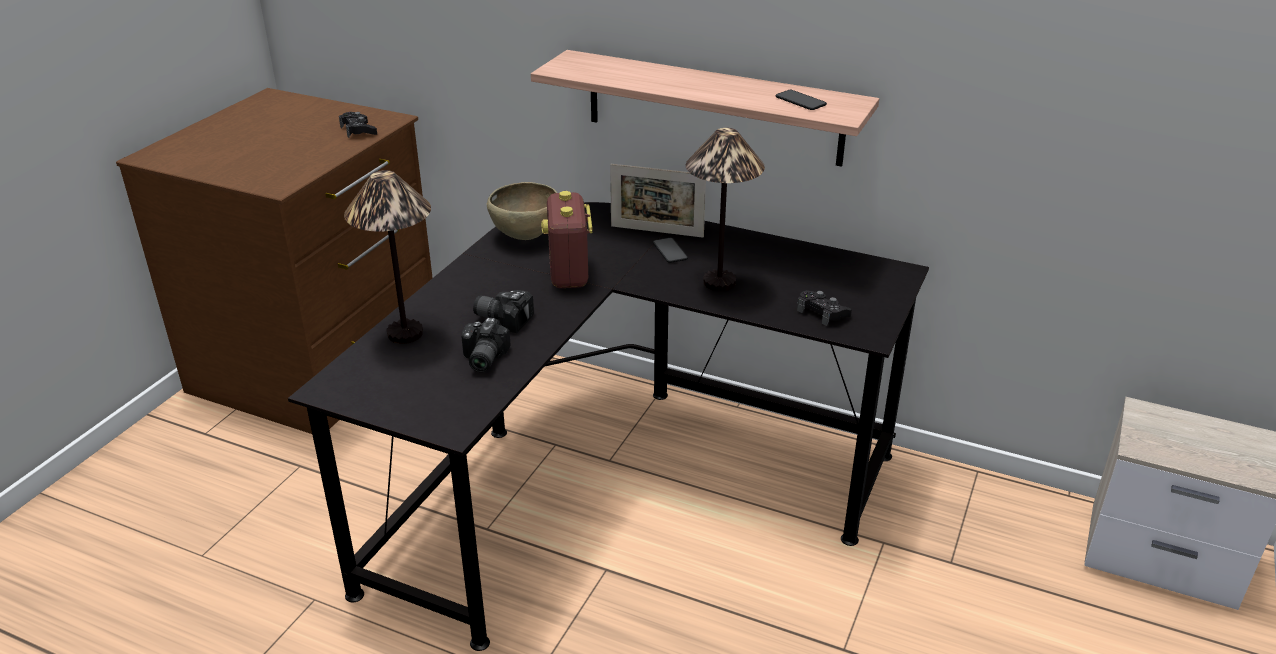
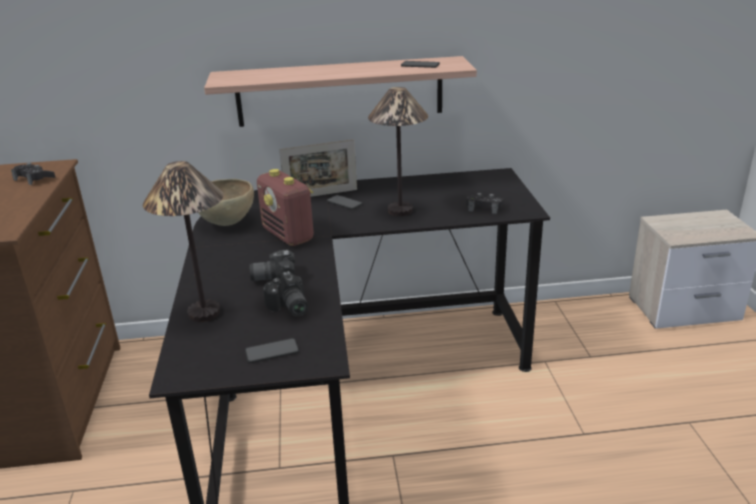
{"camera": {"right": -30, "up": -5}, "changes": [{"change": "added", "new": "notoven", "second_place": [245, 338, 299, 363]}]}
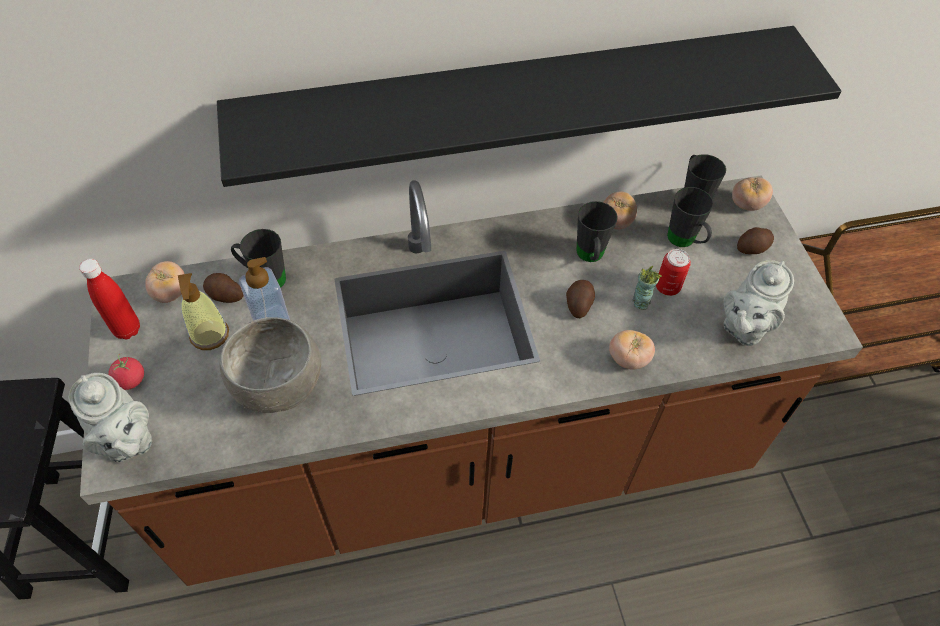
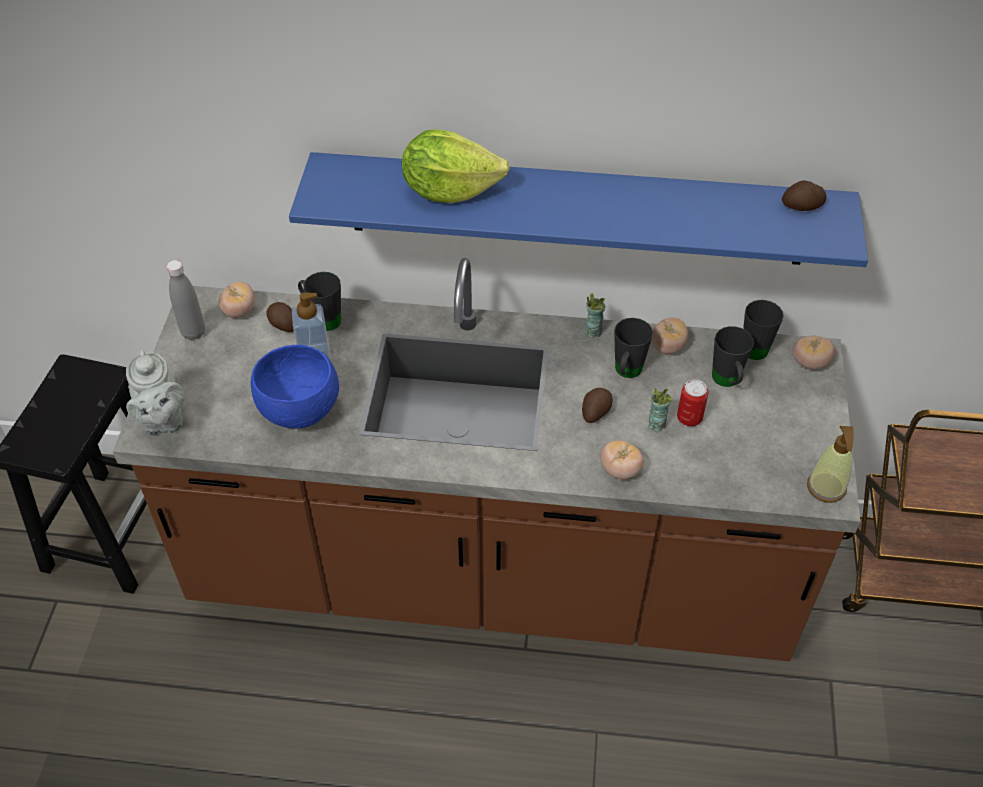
{"camera": {"right": 20, "up": -5}, "changes": [{"change": "recoloured", "old": "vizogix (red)", "new": "vizogix (grey)", "first_place": [79, 259, 140, 339], "second_place": [166, 260, 205, 340]}, {"change": "recoloured", "old": "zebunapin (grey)", "new": "zebunapin (blue)", "first_place": [220, 317, 321, 413], "second_place": [251, 345, 339, 429]}, {"change": "recoloured", "old": "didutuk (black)", "new": "didutuk (blue)", "first_place": [217, 26, 842, 187], "second_place": [289, 152, 868, 267]}, {"change": "added", "new": "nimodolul", "second_place": [402, 129, 510, 203]}, {"change": "added", "new": "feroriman", "second_place": [585, 293, 605, 338]}, {"change": "moved", "old": "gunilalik", "first_place": [737, 227, 774, 254], "second_place": [782, 180, 827, 211]}, {"change": "moved", "old": "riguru", "first_place": [178, 273, 229, 350], "second_place": [807, 426, 854, 503]}, {"change": "removed", "old": "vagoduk", "first_place": [108, 354, 144, 390]}, {"change": "removed", "old": "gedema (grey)", "first_place": [724, 260, 794, 346]}]}
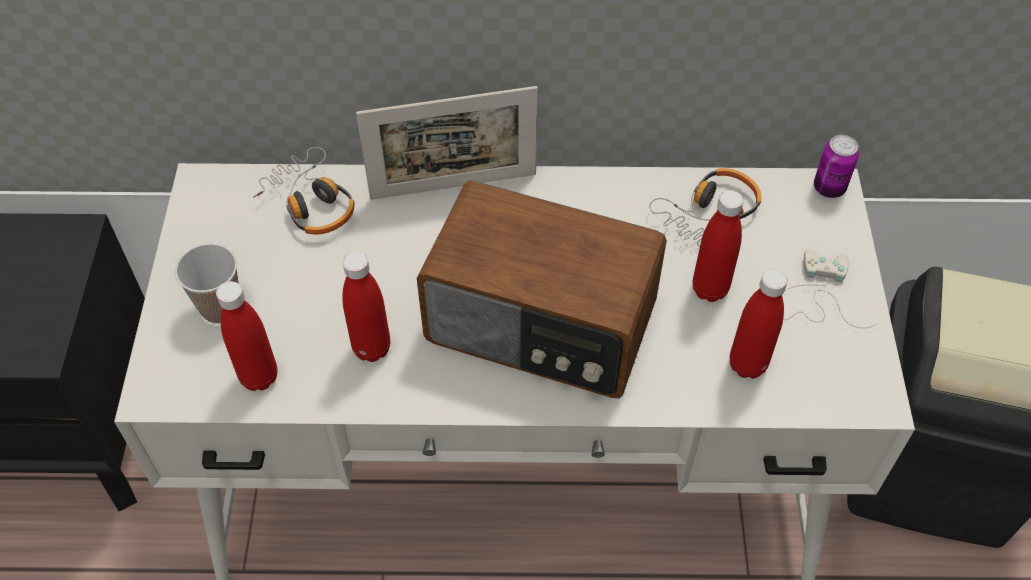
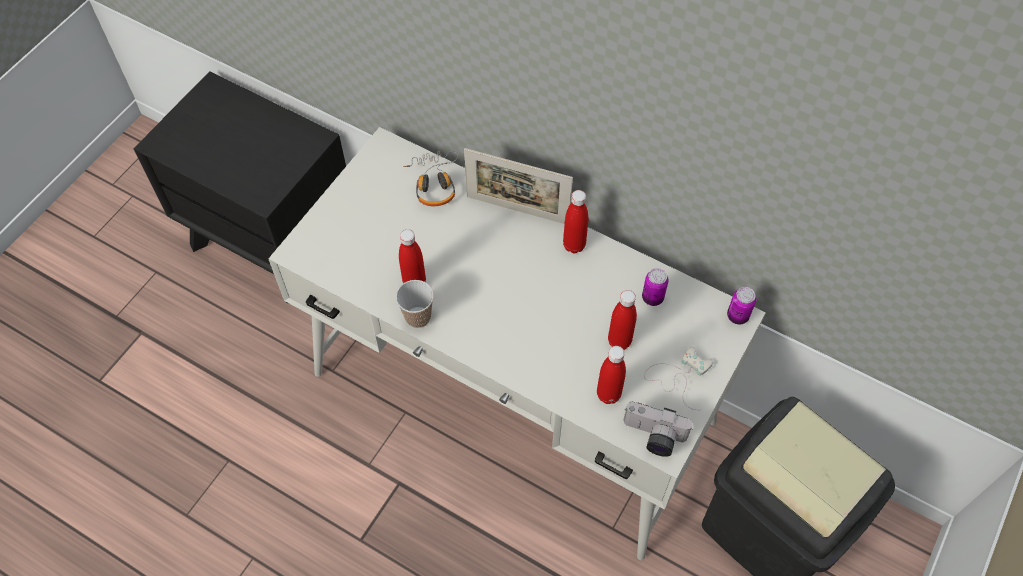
{"camera": {"right": 30, "up": 5}, "changes": [{"change": "moved", "old": "feroriman", "first_place": [175, 243, 239, 323], "second_place": [396, 280, 434, 328]}, {"change": "moved", "old": "vizogix (red)", "first_place": [216, 281, 277, 391], "second_place": [563, 190, 588, 253]}, {"change": "added", "new": "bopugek", "second_place": [624, 402, 693, 457]}, {"change": "replaced", "old": "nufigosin", "new": "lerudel", "first_place": [649, 168, 761, 247], "second_place": [642, 268, 669, 306]}, {"change": "removed", "old": "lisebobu", "first_place": [417, 181, 667, 398]}]}
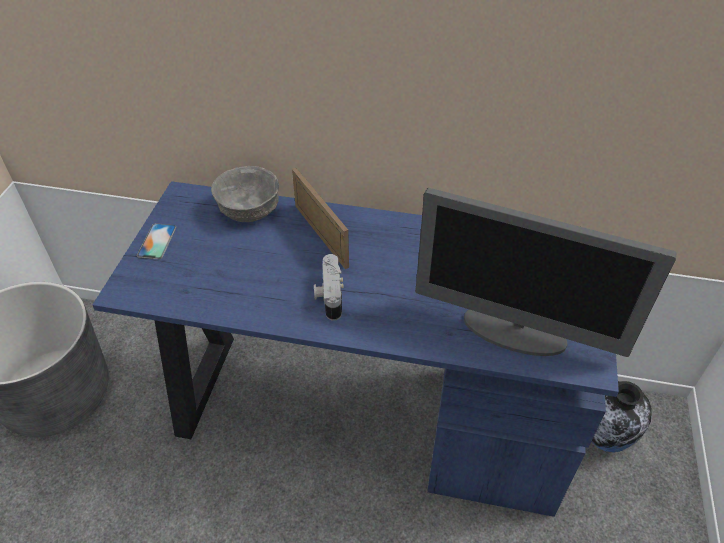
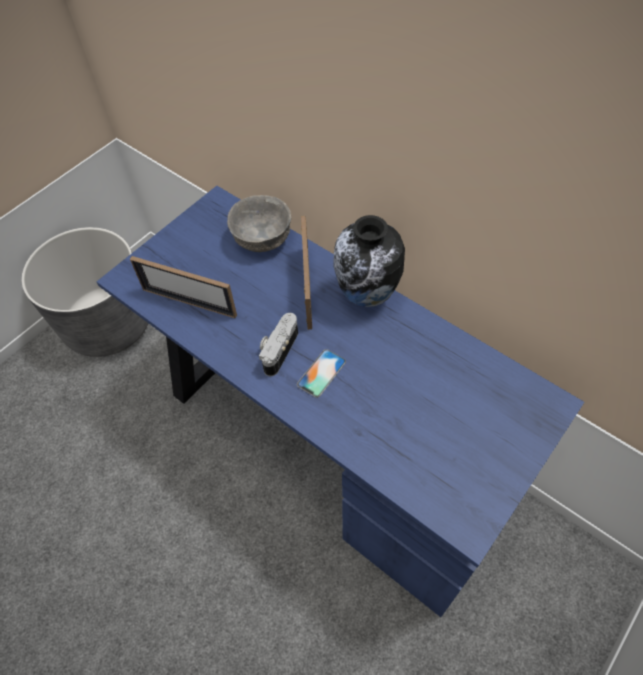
{"camera": {"right": 30, "up": 10}, "changes": [{"change": "added", "new": "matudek", "second_place": [130, 256, 237, 318]}, {"change": "moved", "old": "notoven", "first_place": [137, 223, 177, 259], "second_place": [297, 349, 346, 398]}, {"change": "moved", "old": "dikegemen", "first_place": [591, 381, 652, 453], "second_place": [333, 215, 405, 307]}, {"change": "removed", "old": "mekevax", "first_place": [415, 188, 677, 357]}]}
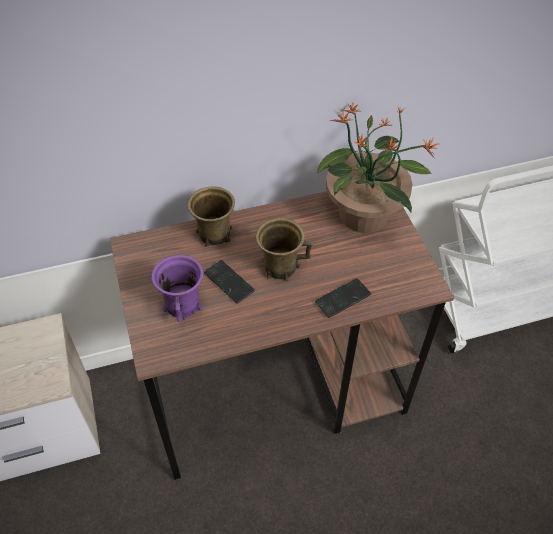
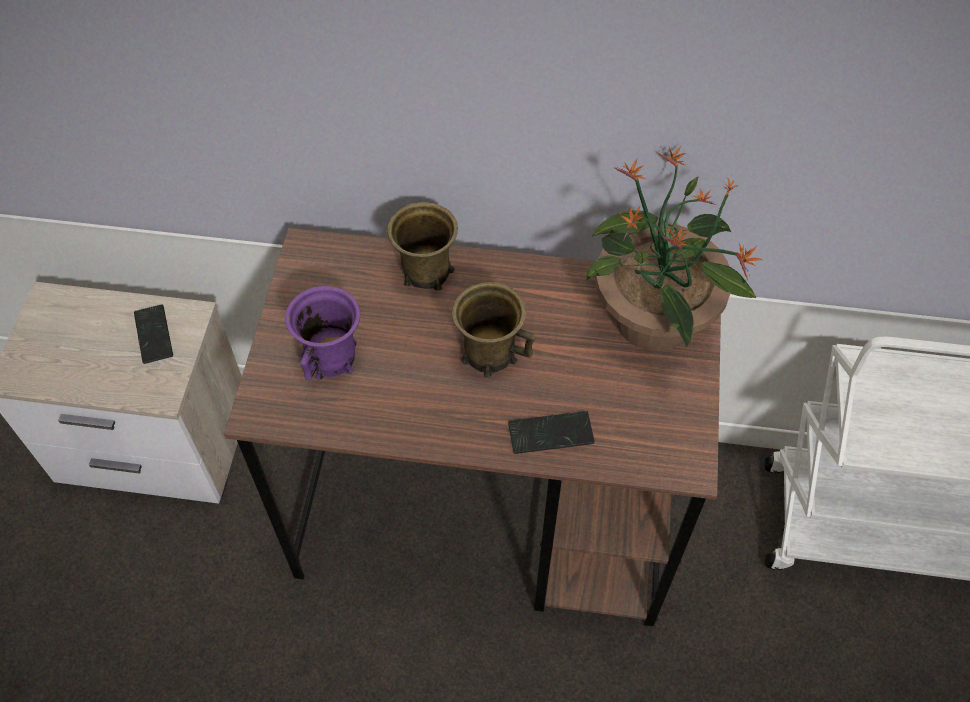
{"camera": {"right": 25, "up": 5}, "changes": [{"change": "moved", "old": "notoven", "first_place": [204, 260, 255, 304], "second_place": [134, 304, 173, 364]}]}
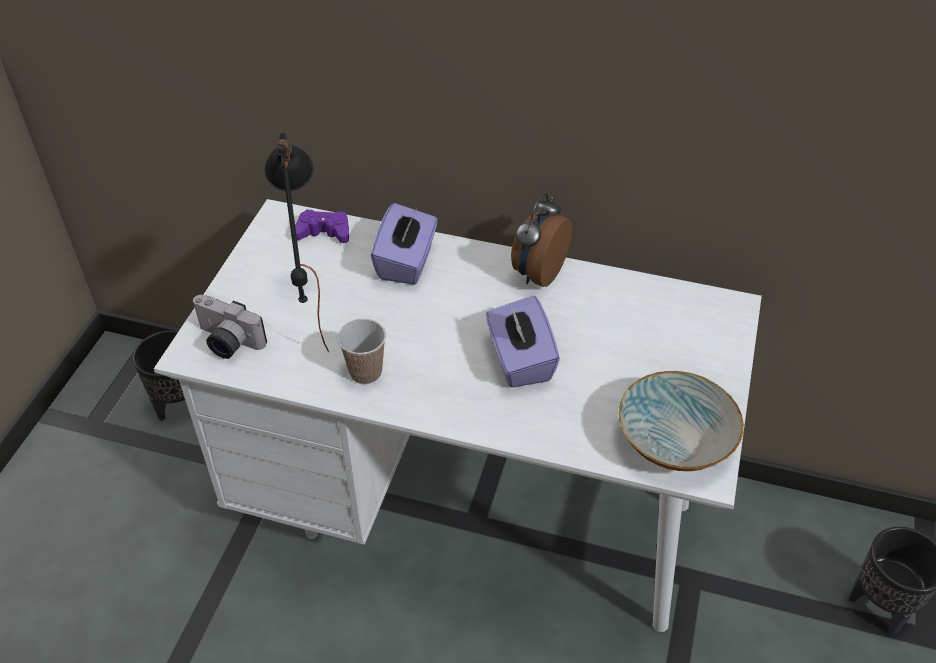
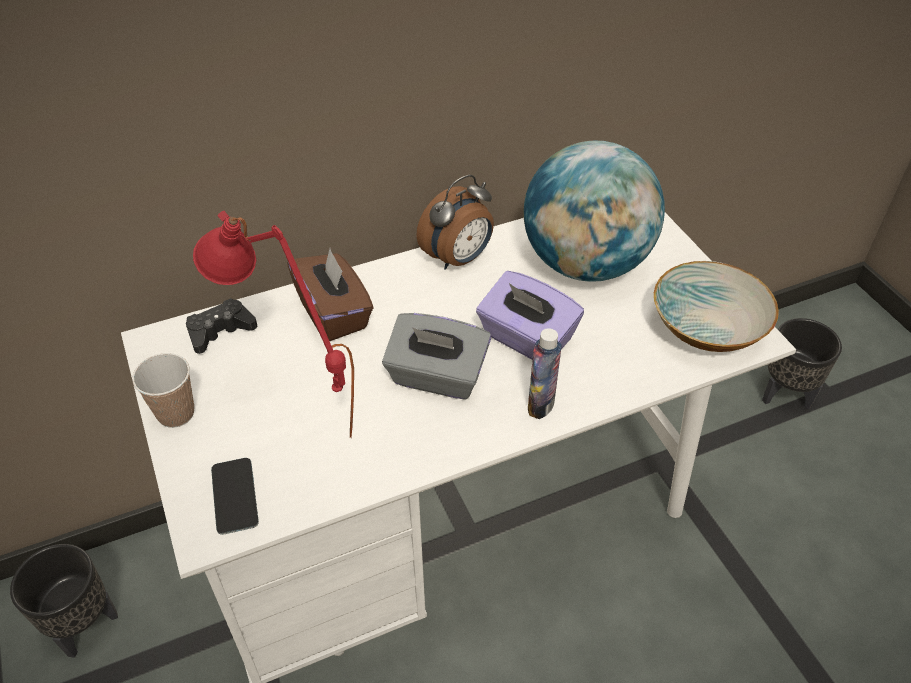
{"camera": {"right": -40, "up": 0}, "changes": [{"change": "moved", "old": "feroriman", "first_place": [337, 319, 386, 384], "second_place": [132, 353, 194, 428]}, {"change": "recoloured", "old": "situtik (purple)", "new": "situtik (black)", "first_place": [295, 210, 349, 243], "second_place": [186, 298, 257, 354]}, {"change": "recoloured", "old": "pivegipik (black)", "new": "pivegipik (red)", "first_place": [265, 133, 329, 352], "second_place": [193, 211, 354, 438]}, {"change": "replaced", "old": "bopugek", "new": "notoven", "first_place": [192, 295, 267, 359], "second_place": [211, 458, 259, 535]}, {"change": "recoloured", "old": "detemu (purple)", "new": "detemu (brown)", "first_place": [371, 203, 438, 285], "second_place": [287, 248, 374, 341]}, {"change": "added", "new": "detemu (grey)", "second_place": [382, 313, 491, 400]}, {"change": "turned", "old": "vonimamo", "first_place": [511, 193, 572, 287], "second_place": [416, 175, 494, 270], "degrees": -120}, {"change": "added", "new": "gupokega", "second_place": [523, 141, 665, 282]}, {"change": "added", "new": "vizogix", "second_place": [528, 328, 562, 419]}]}
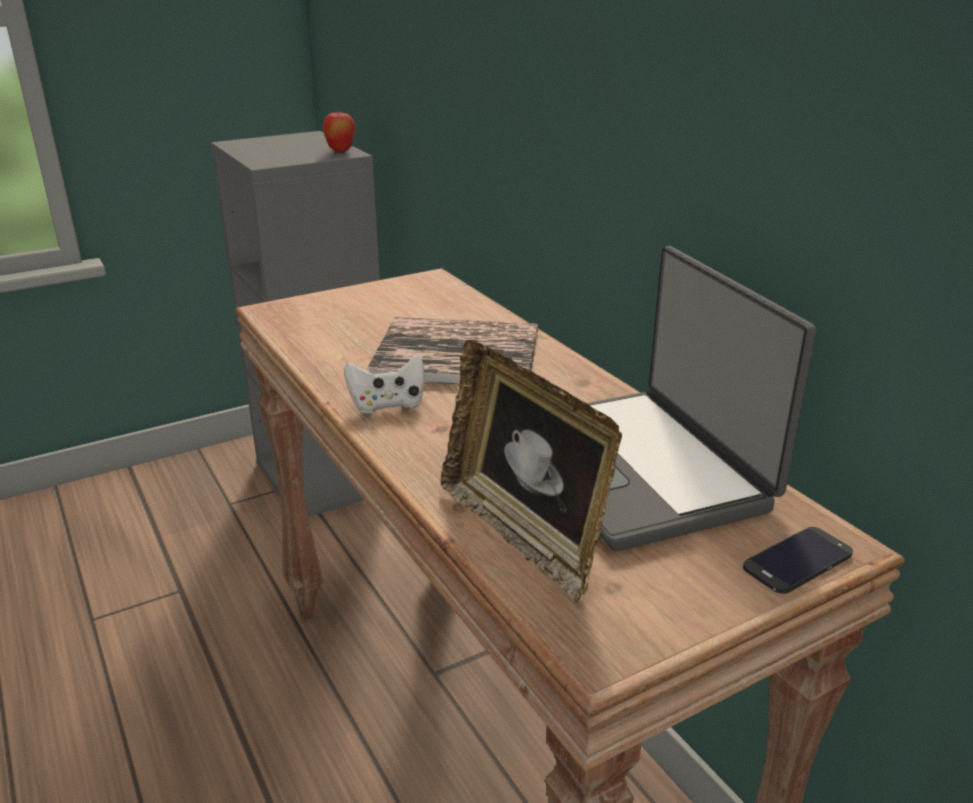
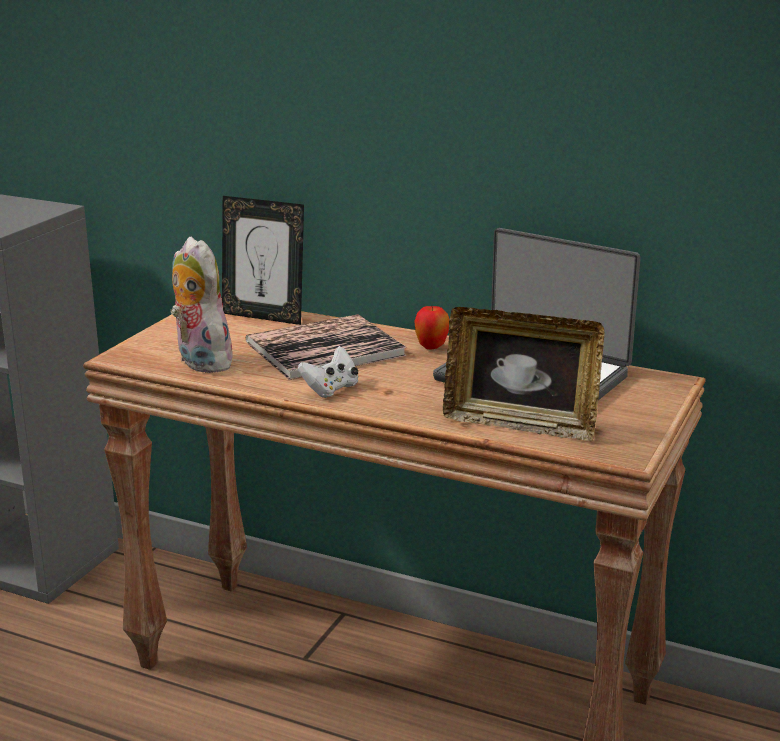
{"camera": {"right": -35, "up": -5}, "changes": [{"change": "added", "new": "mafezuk", "second_place": [170, 237, 237, 373]}, {"change": "added", "new": "matudek", "second_place": [222, 196, 304, 325]}, {"change": "moved", "old": "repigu", "first_place": [323, 110, 355, 152], "second_place": [414, 305, 450, 349]}, {"change": "removed", "old": "notoven", "first_place": [743, 527, 853, 594]}]}
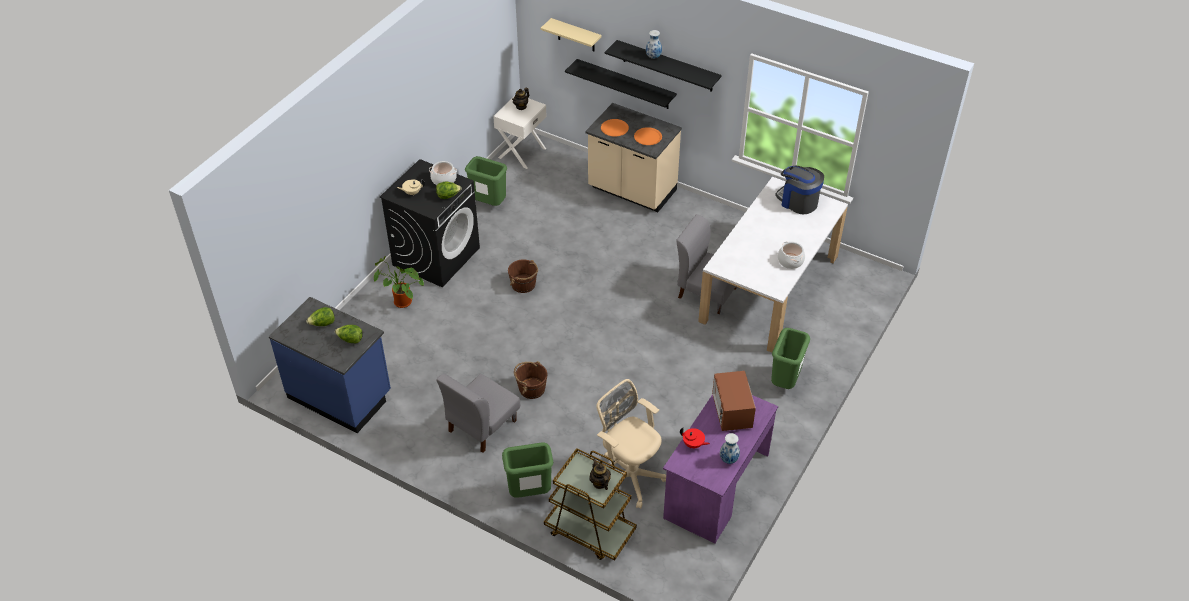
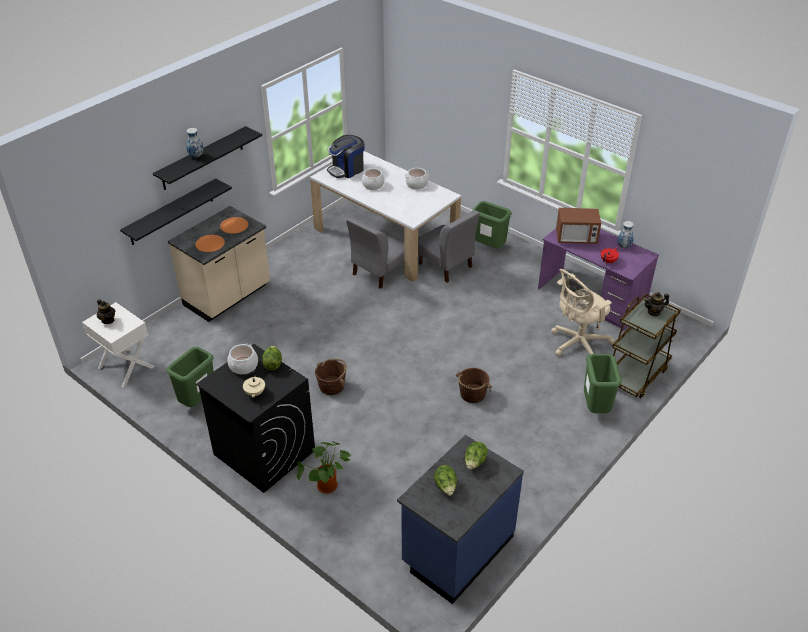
{"camera": {"right": -80, "up": -5}, "changes": [{"change": "added", "new": "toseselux", "second_place": [362, 168, 384, 190]}, {"change": "moved", "old": "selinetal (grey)", "first_place": [436, 373, 520, 453], "second_place": [418, 210, 480, 282]}, {"change": "removed", "old": "didutuk (beige)", "first_place": [541, 18, 602, 52]}]}
